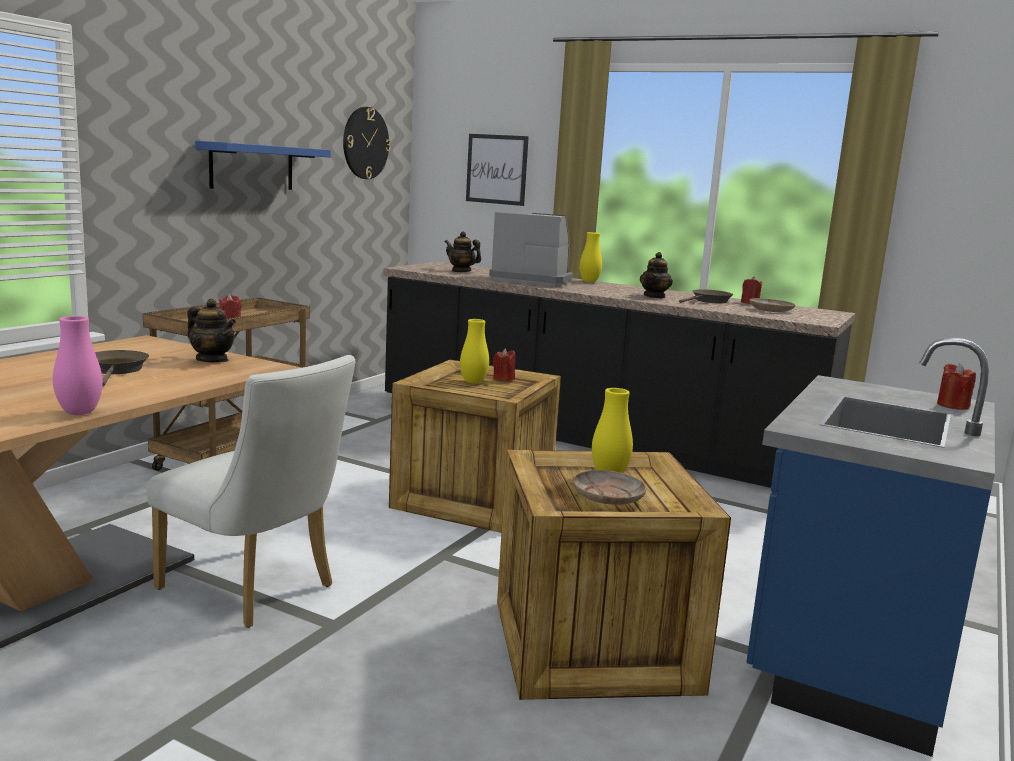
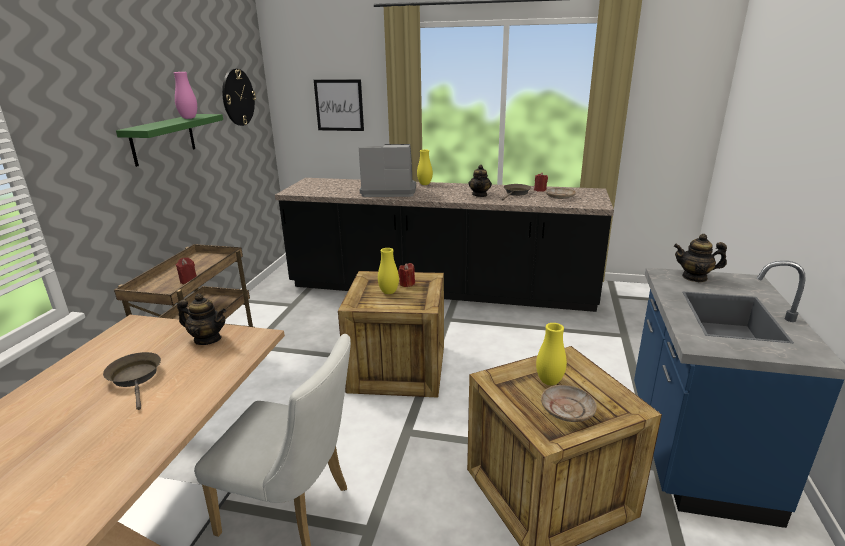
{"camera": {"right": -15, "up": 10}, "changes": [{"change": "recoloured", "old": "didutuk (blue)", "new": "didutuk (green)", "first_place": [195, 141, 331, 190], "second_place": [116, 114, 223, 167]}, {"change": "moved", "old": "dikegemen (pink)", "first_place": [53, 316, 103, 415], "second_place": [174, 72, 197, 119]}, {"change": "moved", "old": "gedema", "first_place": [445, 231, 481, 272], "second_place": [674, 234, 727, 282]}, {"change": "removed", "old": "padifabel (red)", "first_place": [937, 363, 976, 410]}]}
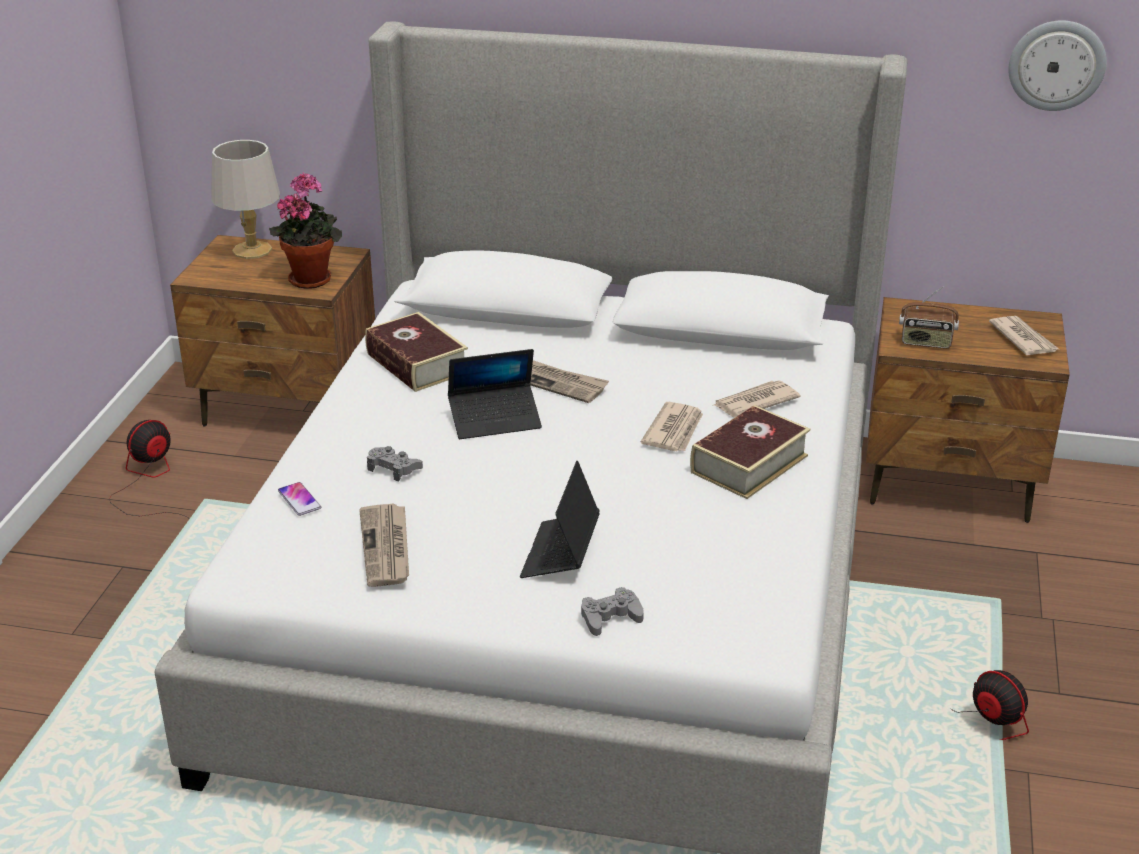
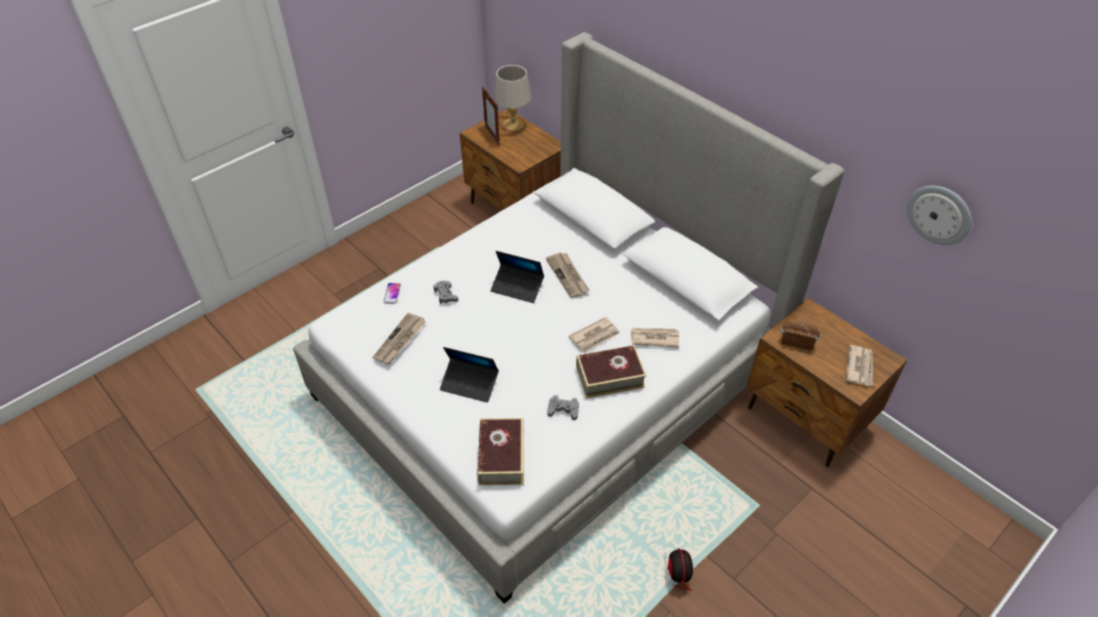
{"camera": {"right": 35, "up": 15}, "changes": [{"change": "turned", "old": "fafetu", "first_place": [520, 461, 600, 578], "second_place": [440, 347, 499, 403], "degrees": -120}, {"change": "moved", "old": "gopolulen", "first_place": [365, 312, 468, 392], "second_place": [477, 418, 524, 485]}, {"change": "added", "new": "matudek", "second_place": [482, 87, 500, 146]}, {"change": "moved", "old": "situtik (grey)", "first_place": [581, 587, 644, 636], "second_place": [547, 395, 579, 420]}, {"change": "turned", "old": "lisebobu", "first_place": [899, 286, 959, 349], "second_place": [781, 319, 820, 351], "degrees": 150}, {"change": "removed", "old": "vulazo", "first_place": [109, 420, 190, 519]}, {"change": "removed", "old": "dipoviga", "first_place": [269, 173, 342, 289]}]}
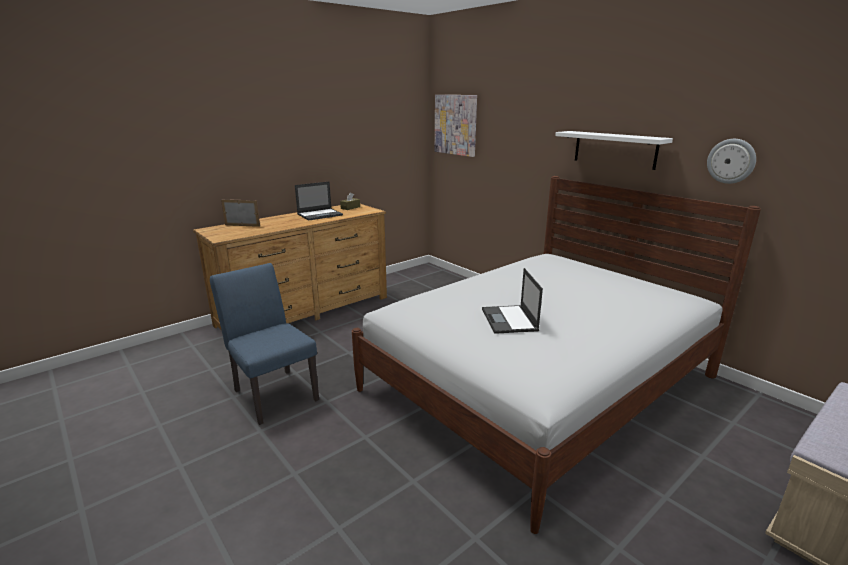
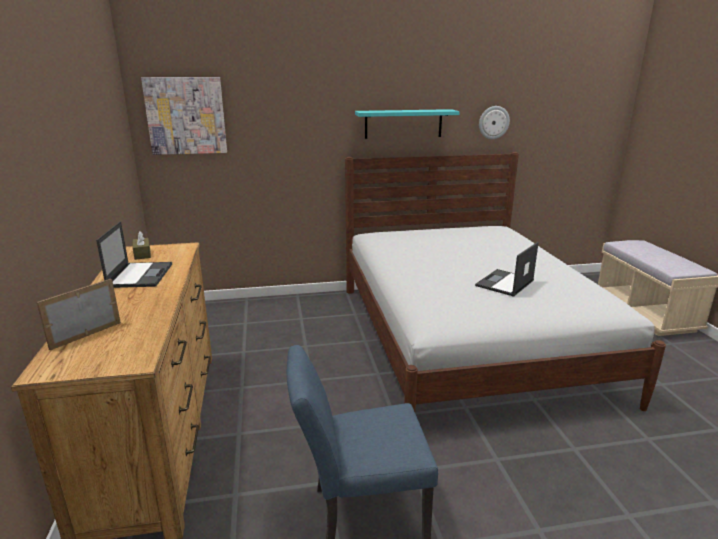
{"camera": {"right": -60, "up": 0}, "changes": [{"change": "recoloured", "old": "didutuk (white)", "new": "didutuk (turquoise)", "first_place": [555, 131, 673, 170], "second_place": [355, 109, 460, 139]}, {"change": "turned", "old": "fafetu", "first_place": [482, 268, 543, 334], "second_place": [475, 242, 539, 297], "degrees": 105}]}
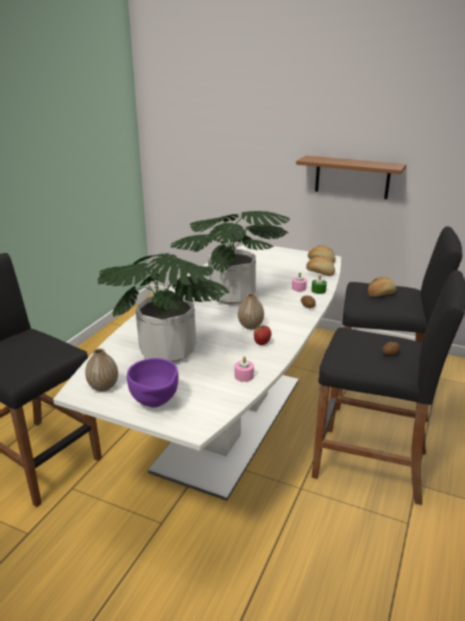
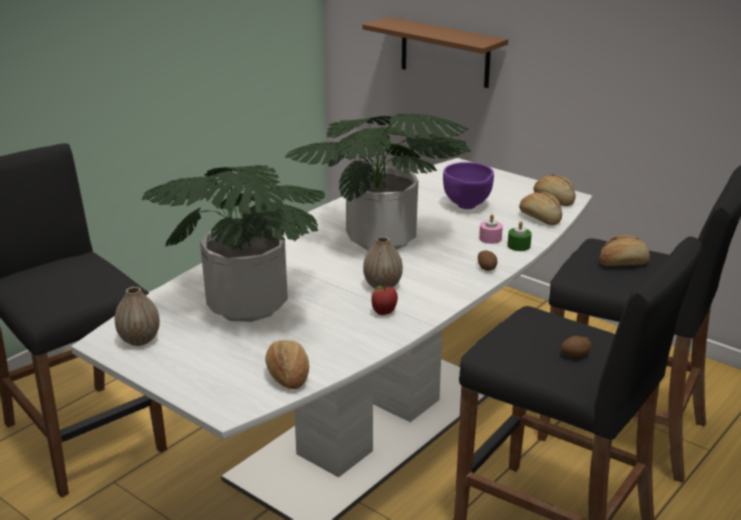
{"camera": {"right": 15, "up": 0}, "changes": [{"change": "added", "new": "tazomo", "second_place": [265, 340, 309, 389]}, {"change": "moved", "old": "didutuk (brown)", "first_place": [296, 155, 406, 199], "second_place": [362, 17, 508, 88]}, {"change": "moved", "old": "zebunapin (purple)", "first_place": [127, 358, 178, 408], "second_place": [443, 162, 494, 209]}, {"change": "removed", "old": "padifabel (pink)", "first_place": [235, 356, 254, 382]}]}
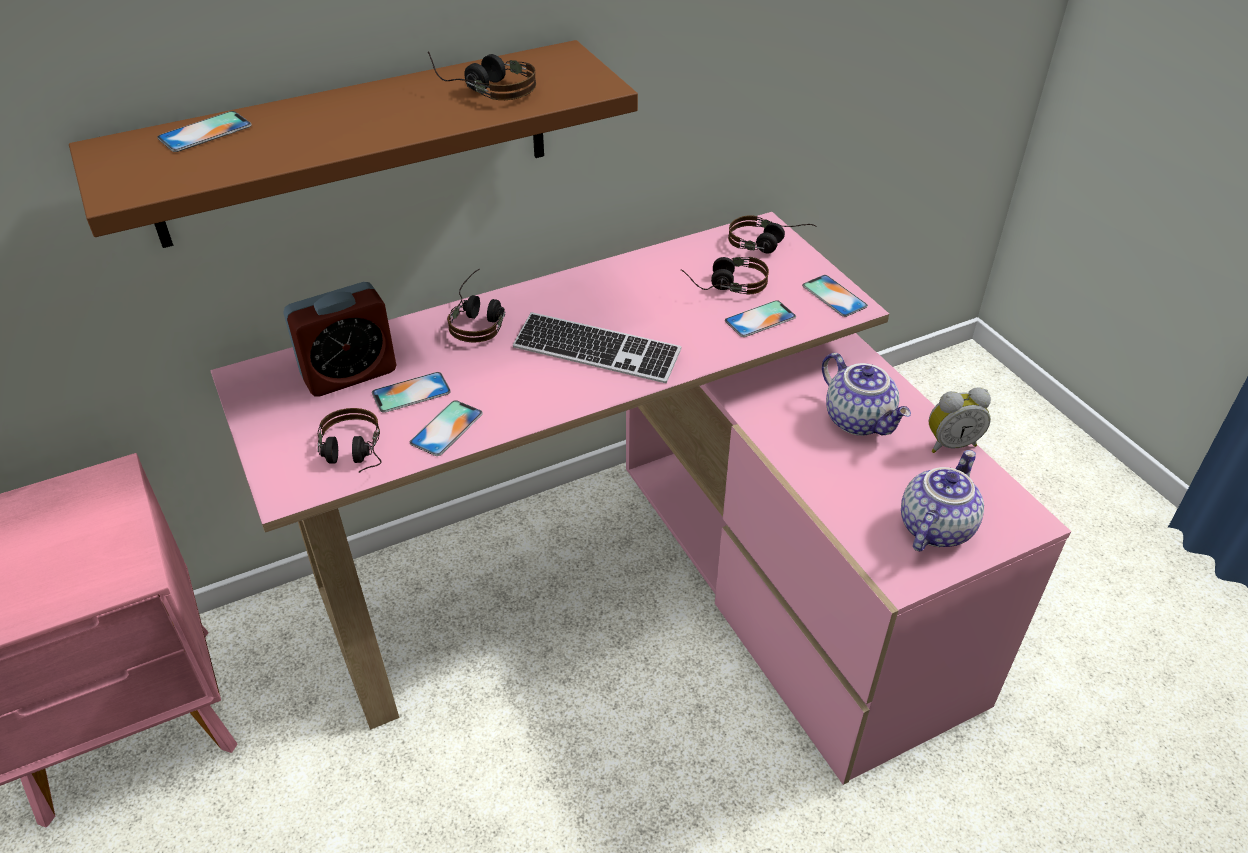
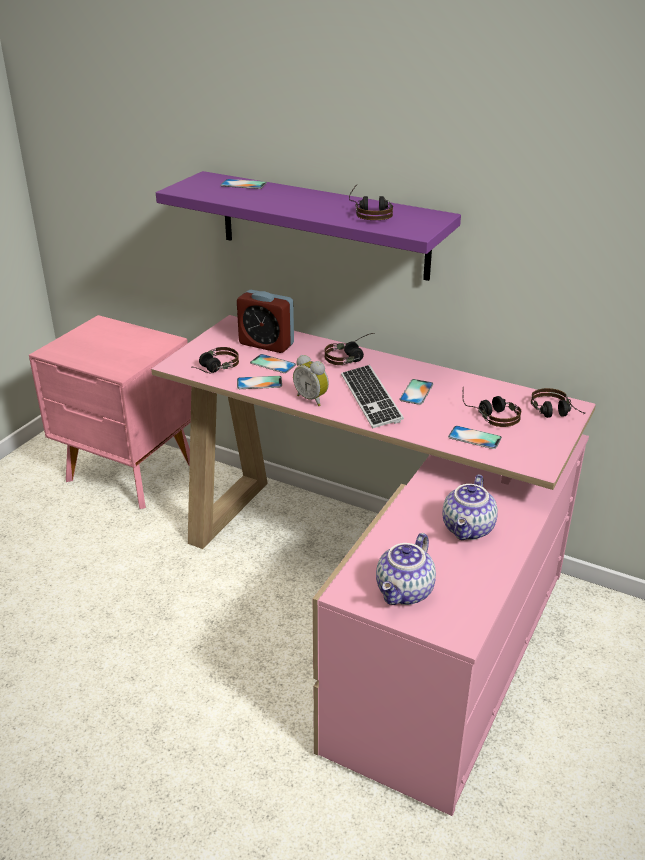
{"camera": {"right": 55, "up": -10}, "changes": [{"change": "recoloured", "old": "didutuk (brown)", "new": "didutuk (purple)", "first_place": [69, 40, 638, 248], "second_place": [156, 171, 461, 281]}, {"change": "moved", "old": "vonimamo", "first_place": [928, 387, 991, 453], "second_place": [293, 355, 329, 406]}, {"change": "turned", "old": "gedema", "first_place": [901, 450, 984, 552], "second_place": [376, 533, 436, 605], "degrees": 120}, {"change": "moved", "old": "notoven", "first_place": [802, 275, 868, 317], "second_place": [399, 379, 434, 405]}]}
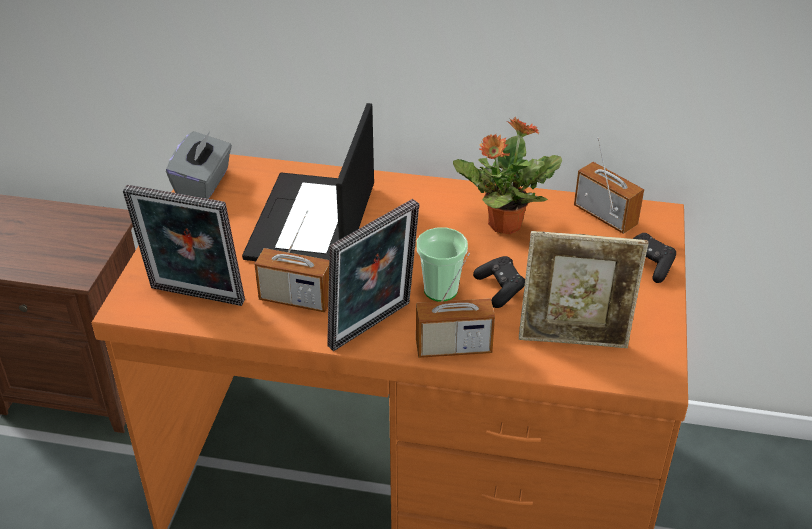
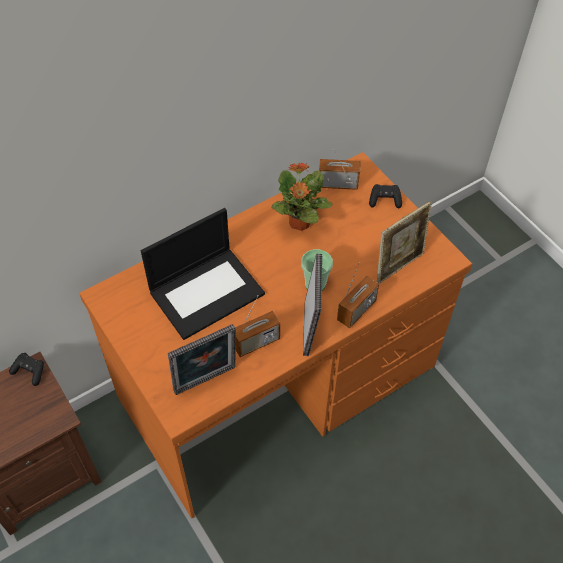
{"camera": {"right": -45, "up": 15}, "changes": [{"change": "moved", "old": "situtik (black)", "first_place": [473, 256, 525, 308], "second_place": [9, 353, 44, 386]}, {"change": "turned", "old": "fafetu", "first_place": [242, 103, 374, 261], "second_place": [141, 208, 265, 340], "degrees": -90}, {"change": "removed", "old": "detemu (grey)", "first_place": [166, 131, 232, 199]}]}
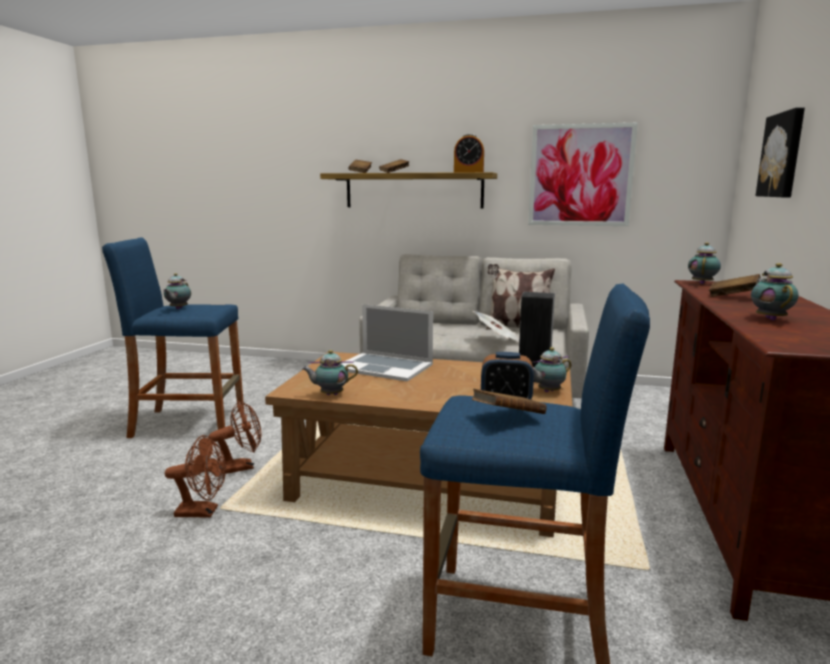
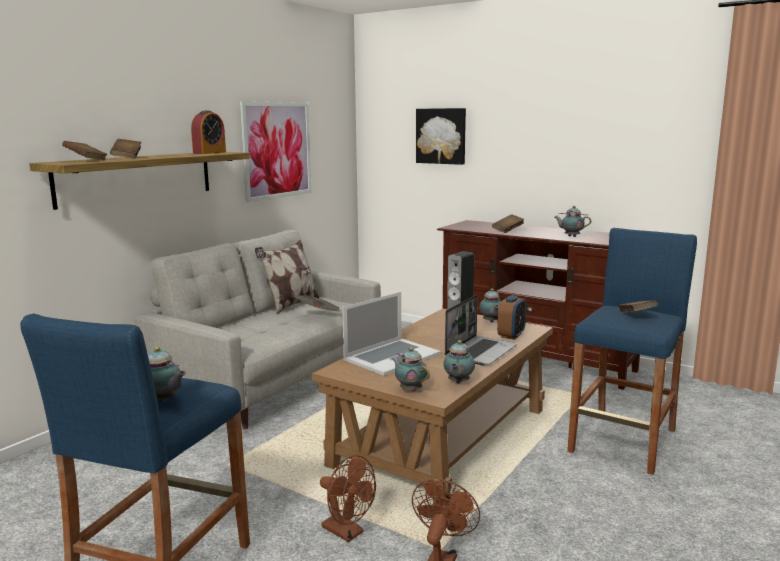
{"camera": {"right": -70, "up": 0}, "changes": [{"change": "turned", "old": "vulazo (brown)", "first_place": [209, 400, 261, 474], "second_place": [320, 455, 376, 542], "degrees": 135}, {"change": "moved", "old": "gedema", "first_place": [688, 242, 721, 284], "second_place": [392, 347, 430, 392]}, {"change": "added", "new": "fafetu", "second_place": [445, 295, 517, 366]}]}
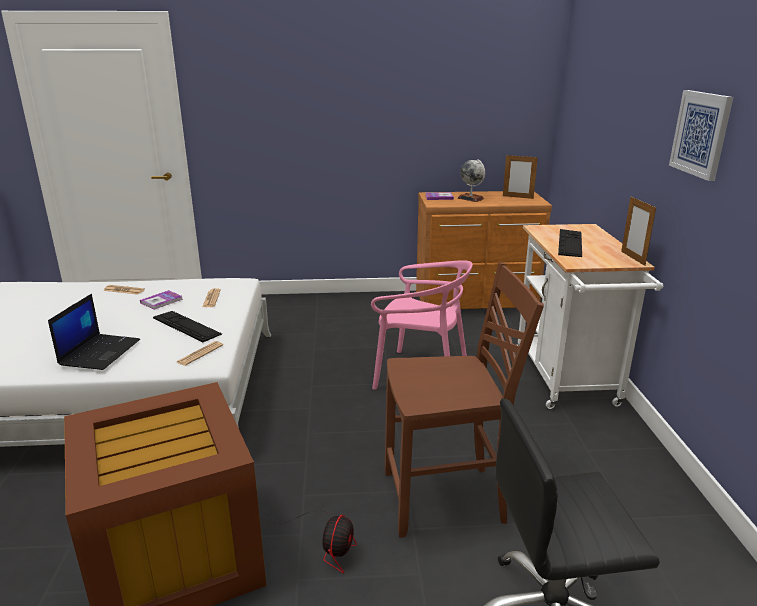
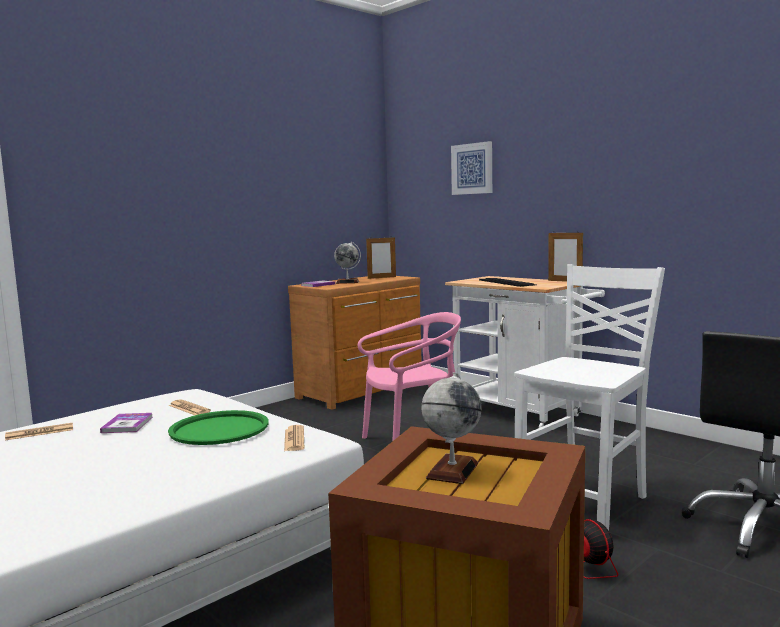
{"camera": {"right": -40, "up": -15}, "changes": [{"change": "replaced", "old": "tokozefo", "new": "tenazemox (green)", "first_place": [153, 311, 222, 342], "second_place": [168, 410, 269, 445]}, {"change": "added", "new": "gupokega", "second_place": [421, 372, 481, 484]}, {"change": "moved", "old": "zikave", "first_place": [669, 90, 733, 181], "second_place": [451, 141, 492, 195]}, {"change": "recoloured", "old": "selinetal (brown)", "new": "selinetal (white)", "first_place": [385, 262, 544, 538], "second_place": [515, 264, 665, 531]}, {"change": "removed", "old": "fafetu", "first_place": [48, 294, 140, 370]}]}
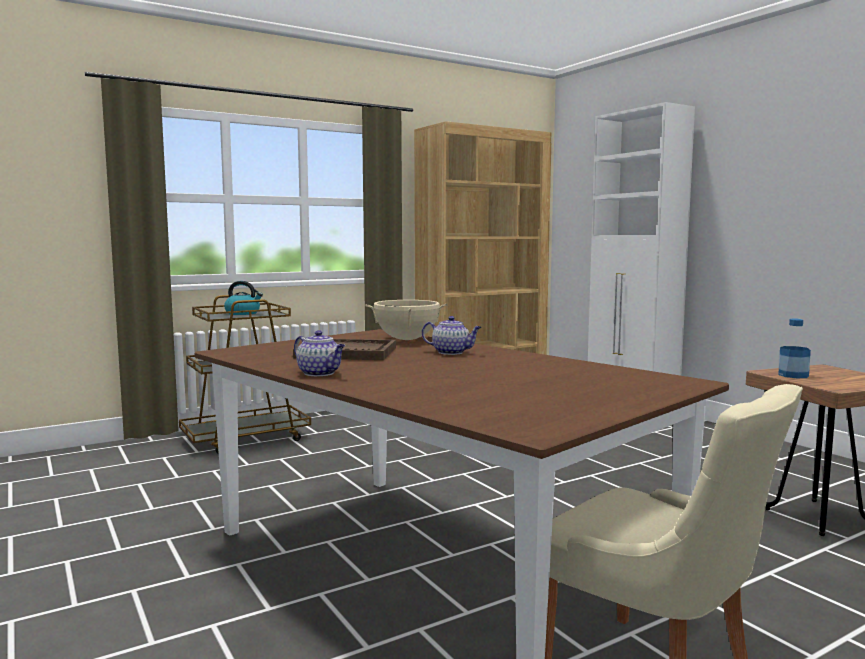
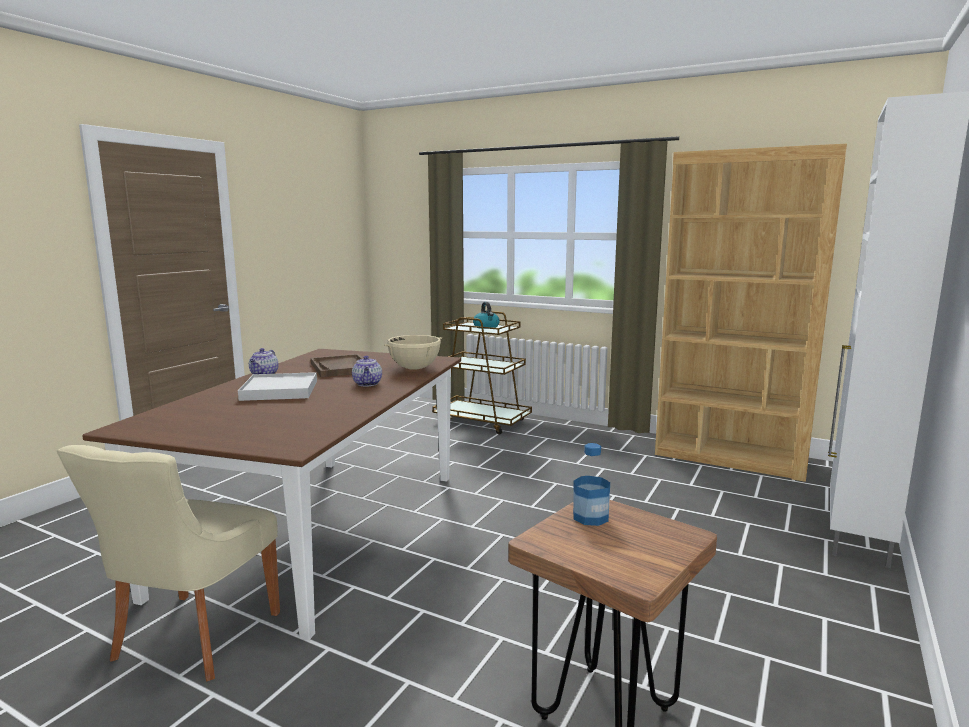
{"camera": {"right": 60, "up": 5}, "changes": [{"change": "added", "new": "tenazemox (white)", "second_place": [238, 372, 317, 401]}]}
